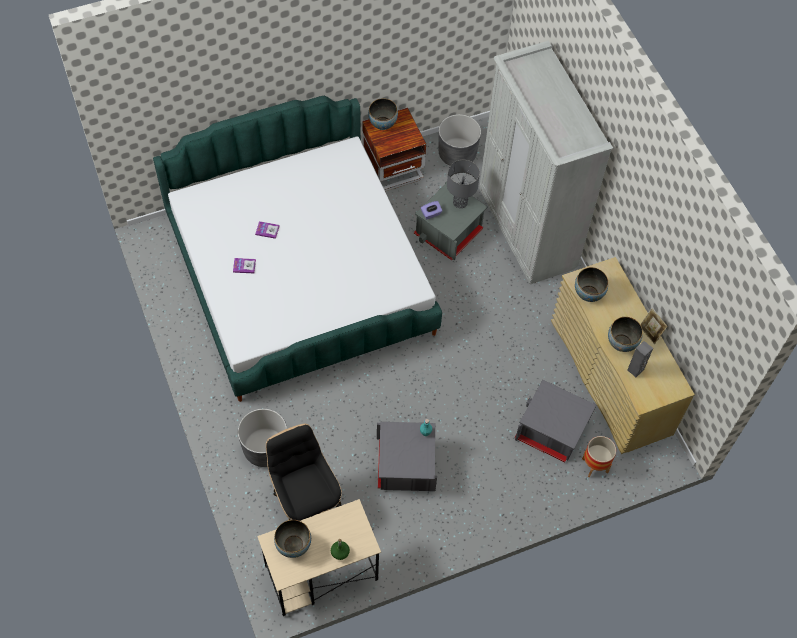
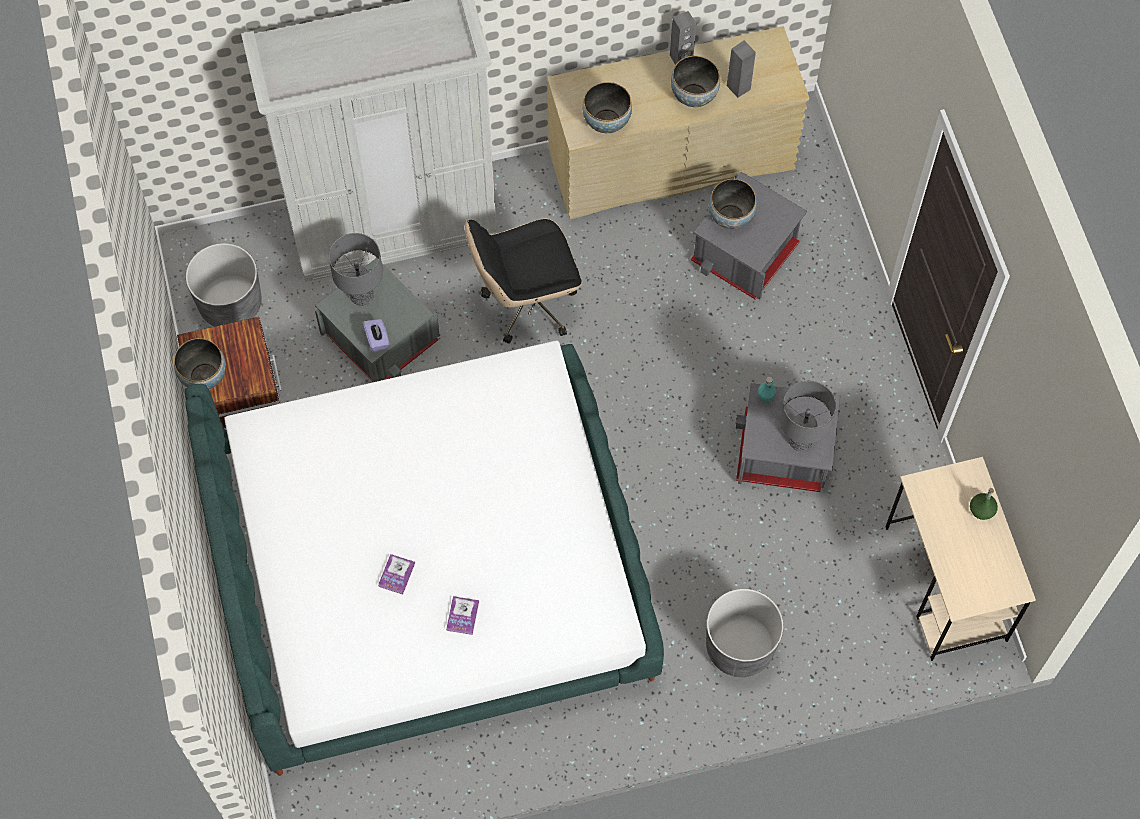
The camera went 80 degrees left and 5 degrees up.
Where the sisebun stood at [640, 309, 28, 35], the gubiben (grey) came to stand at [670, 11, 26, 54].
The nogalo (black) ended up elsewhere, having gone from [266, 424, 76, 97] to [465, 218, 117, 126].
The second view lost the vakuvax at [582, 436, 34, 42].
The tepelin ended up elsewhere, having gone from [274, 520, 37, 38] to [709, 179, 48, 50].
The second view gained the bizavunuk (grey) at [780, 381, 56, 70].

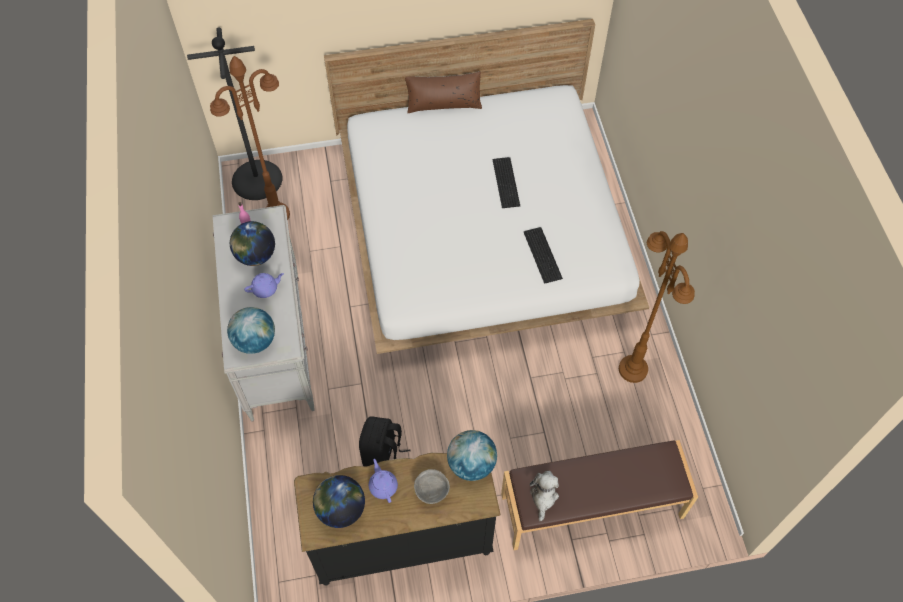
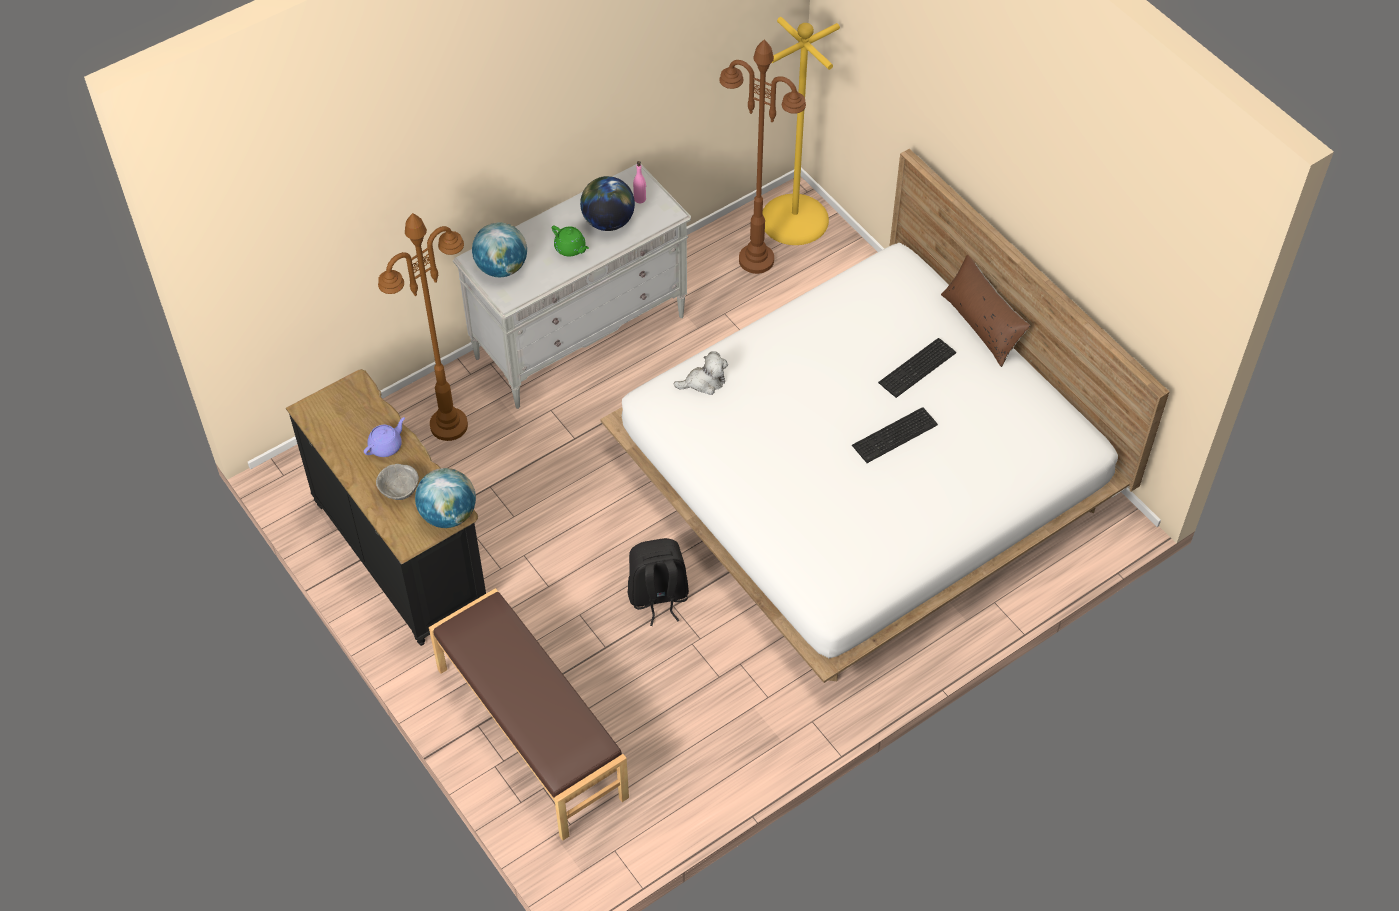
The camera went 65 degrees right and 5 degrees down.
What was the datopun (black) at [187, 27, 95, 173] turned into the datopun (yellow) at [763, 17, 77, 228].
The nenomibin ended up elsewhere, having gone from [524, 227, 39, 57] to [878, 338, 78, 60].
The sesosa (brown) ended up elsewhere, having gone from [619, 231, 76, 152] to [378, 213, 90, 228].
What was the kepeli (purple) at [244, 273, 40, 25] turned into the kepeli (green) at [552, 225, 37, 32].
The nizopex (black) ended up elsewhere, having gone from [359, 416, 51, 51] to [628, 538, 61, 88].
The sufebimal ended up elsewhere, having gone from [530, 471, 29, 50] to [673, 351, 55, 44].
The second view lost the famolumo at [313, 475, 52, 53].

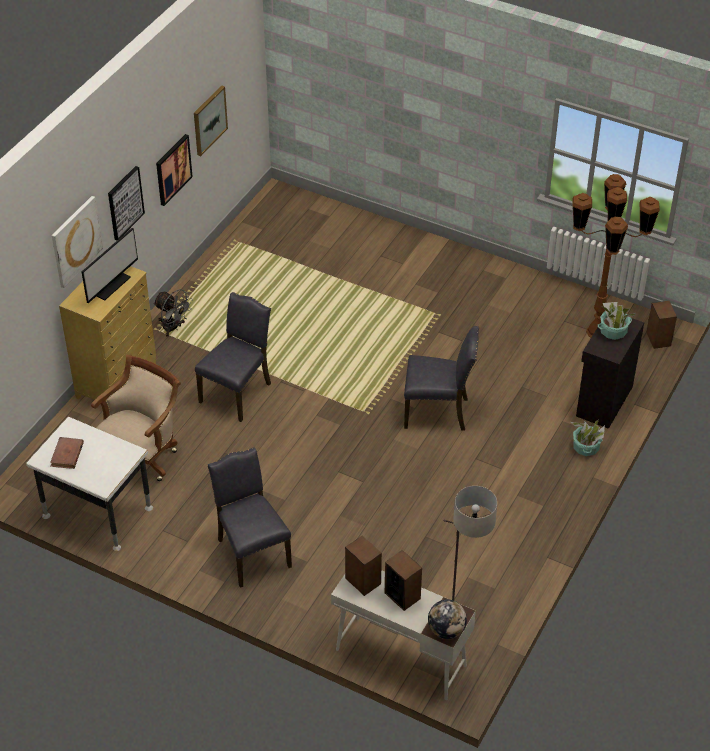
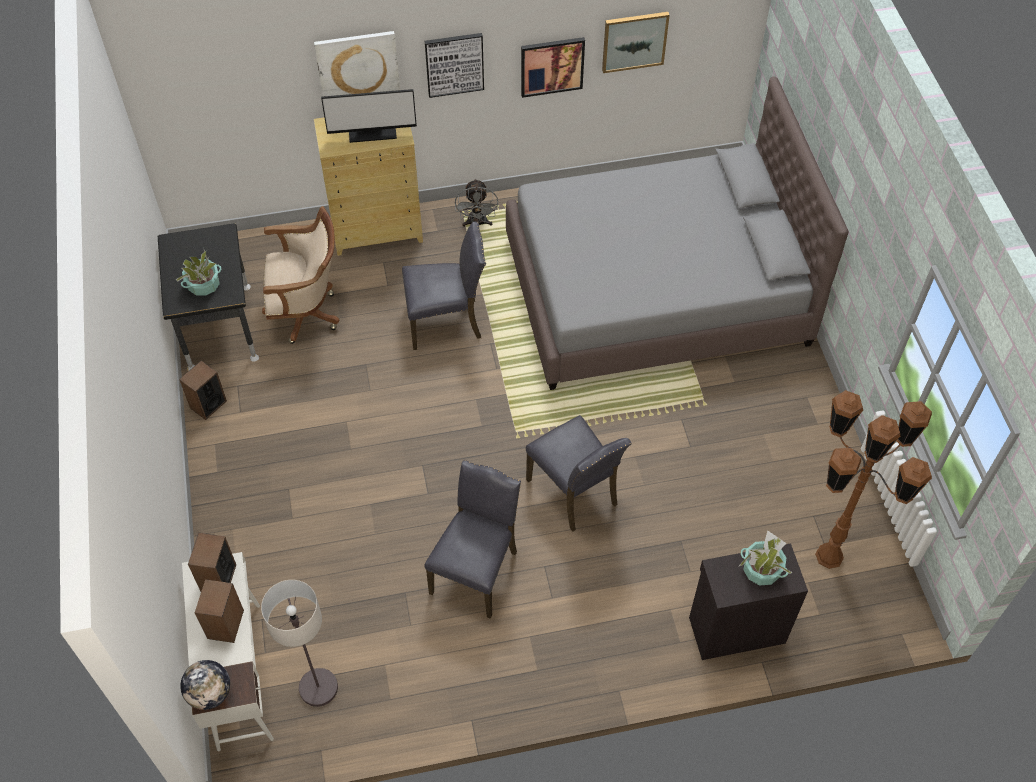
The camera went 50 degrees right and 10 degrees up.
The gubiben ended up elsewhere, having gone from [646, 301, 31, 48] to [179, 361, 48, 59].
What was the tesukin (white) at [26, 417, 127, 134] turned into the tesukin (black) at [158, 223, 101, 148].
The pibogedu ended up elsewhere, having gone from [571, 419, 34, 37] to [175, 250, 46, 46].
The second view lost the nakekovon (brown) at [50, 437, 34, 32].
The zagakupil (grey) ended up elsewhere, having gone from [208, 447, 84, 141] to [425, 460, 96, 159].
The second view gained the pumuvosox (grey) at [506, 76, 342, 314].

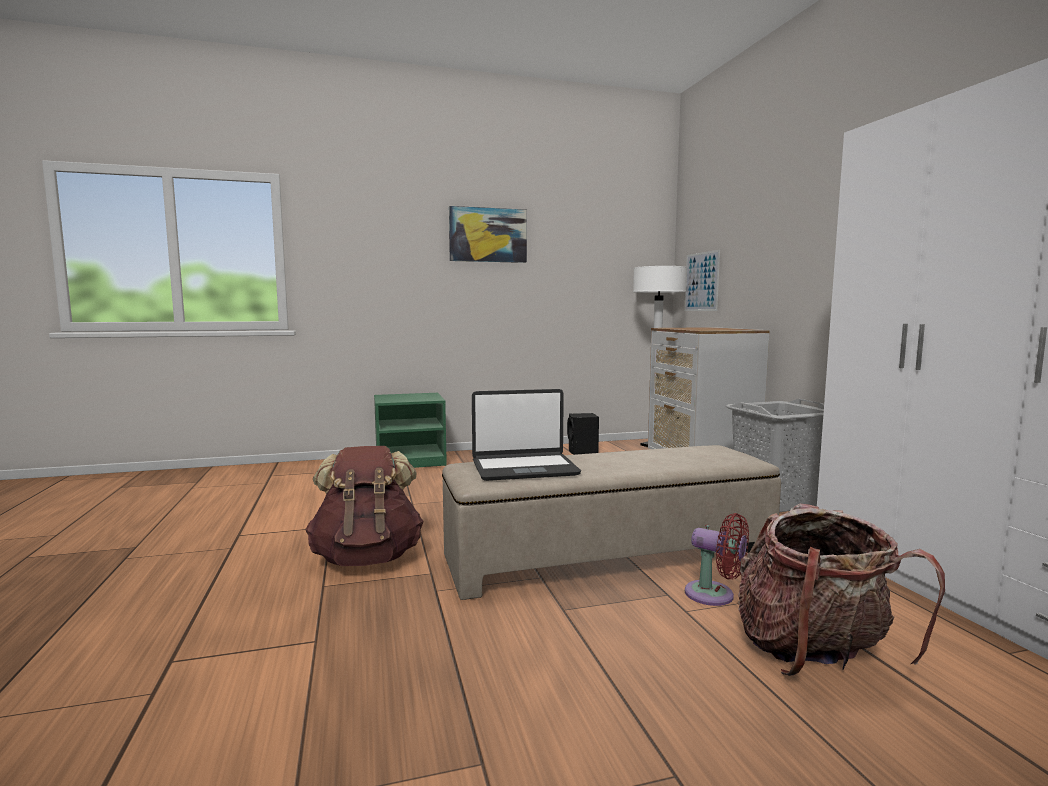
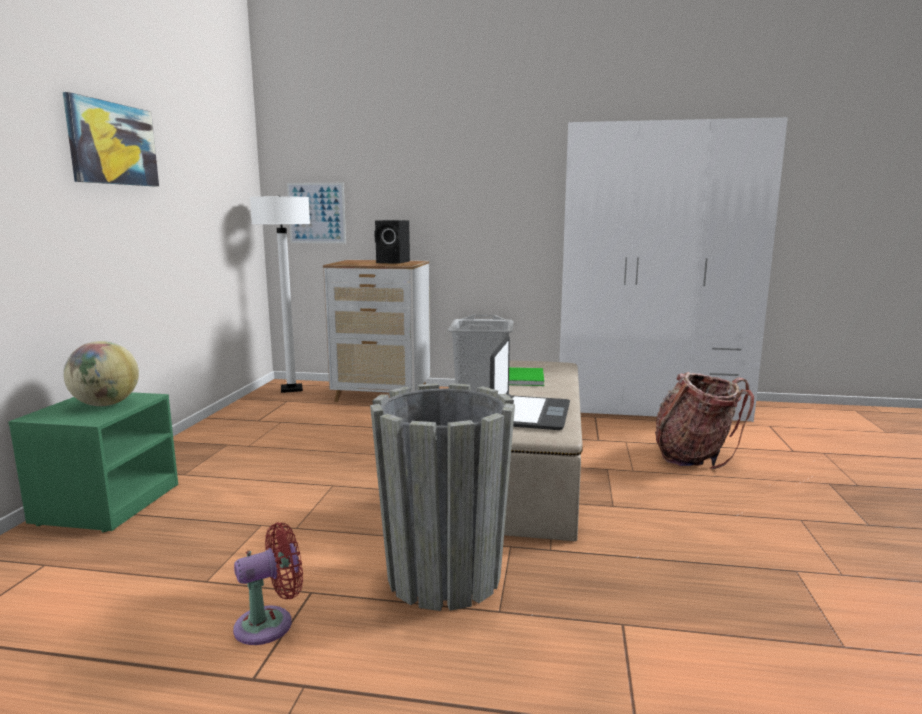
The camera went 65 degrees left and 5 degrees up.
The gubiben (black) ended up elsewhere, having gone from [567, 413, 32, 42] to [374, 220, 36, 44].
Where the nizopex (brown) stood at [305, 446, 118, 120], the vakuvax (grey) came to stand at [370, 383, 145, 228].
The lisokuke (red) ended up elsewhere, having gone from [685, 513, 64, 93] to [233, 522, 70, 123].
The second view gained the famolumo at [63, 341, 76, 65].
The second view gained the nakekovon (green) at [509, 367, 35, 19].

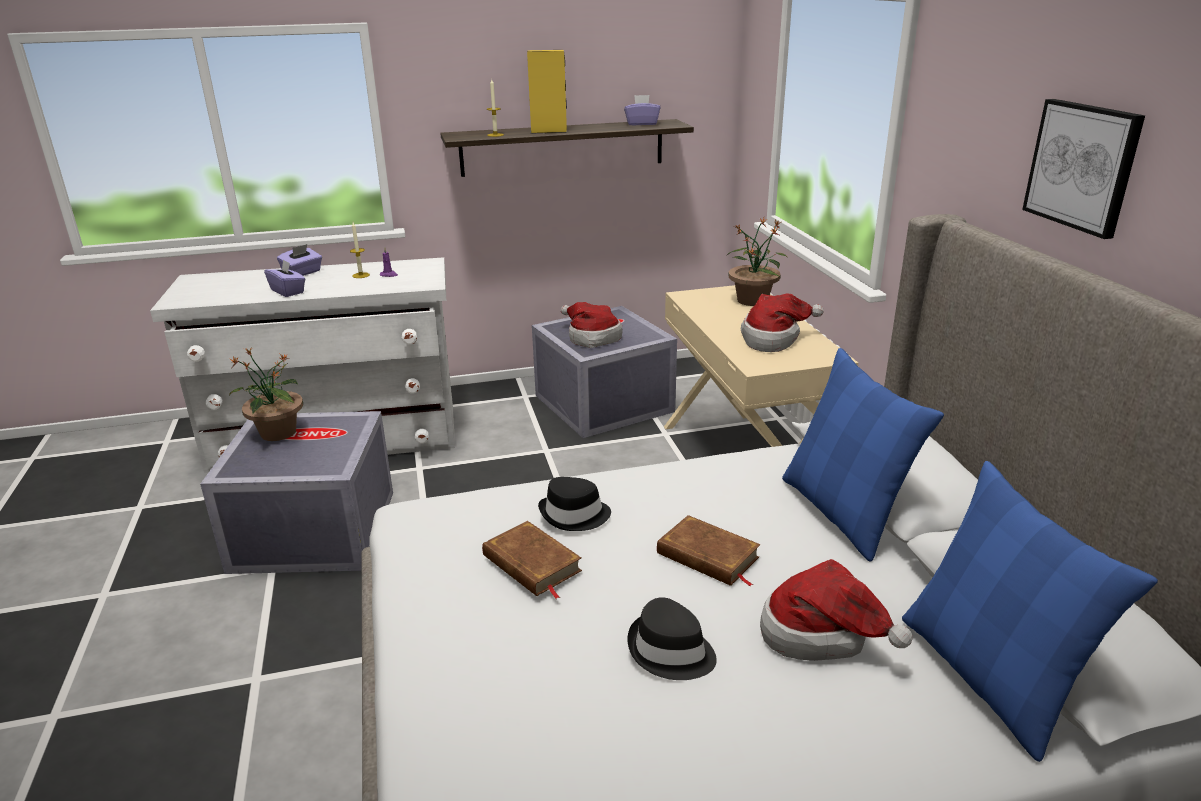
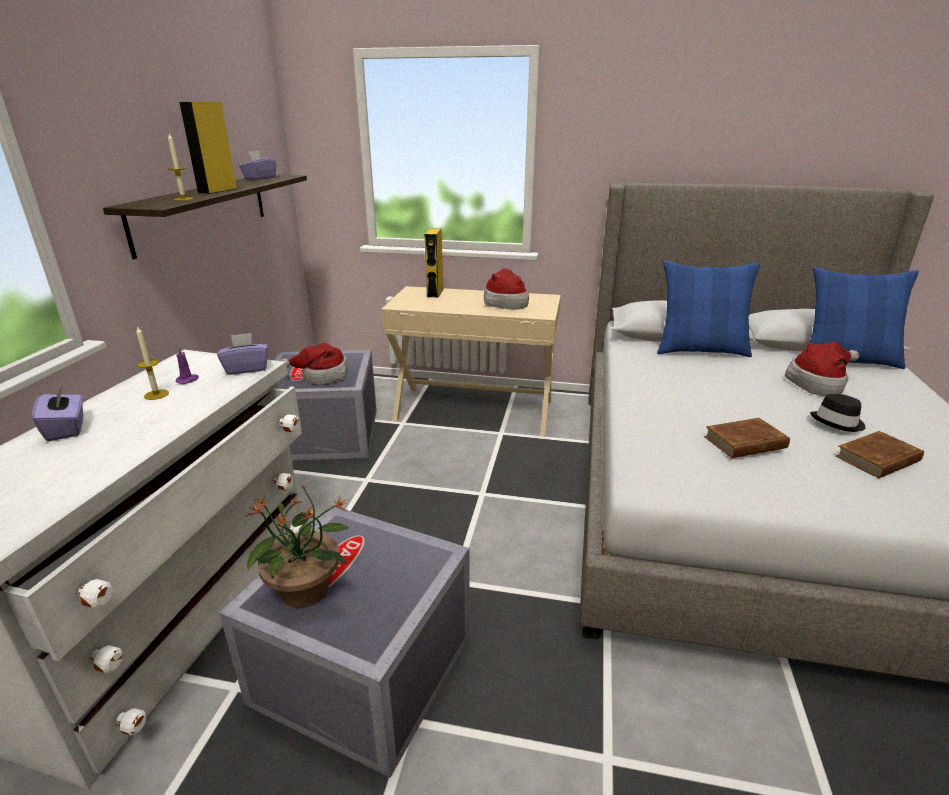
The camera went 65 degrees left and 0 degrees up.
The second view lost the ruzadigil at [1022, 99, 123, 140].
Where the pibogedu stood at [727, 218, 61, 88], the gubiben (yellow) came to stand at [425, 228, 18, 70].
The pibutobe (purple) ended up elsewhere, having gone from [264, 259, 41, 38] to [217, 333, 51, 42].
The second view lost the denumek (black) at [538, 477, 73, 54].
The nakekovon (brown) ended up elsewhere, having gone from [657, 515, 103, 71] to [835, 431, 89, 47].

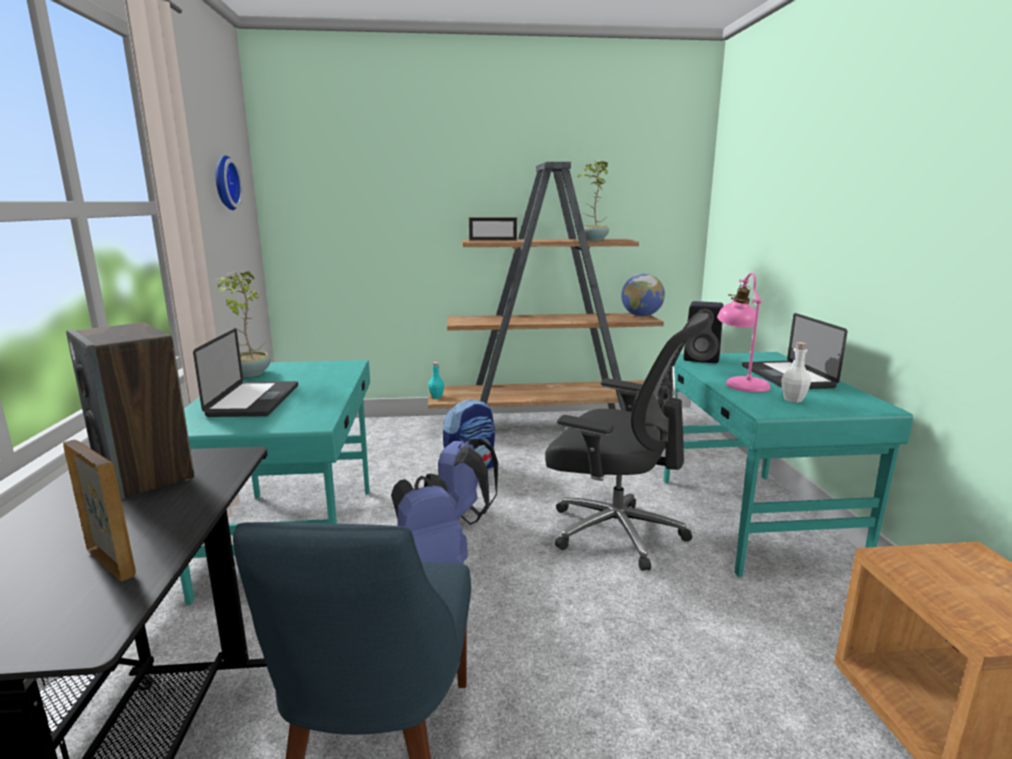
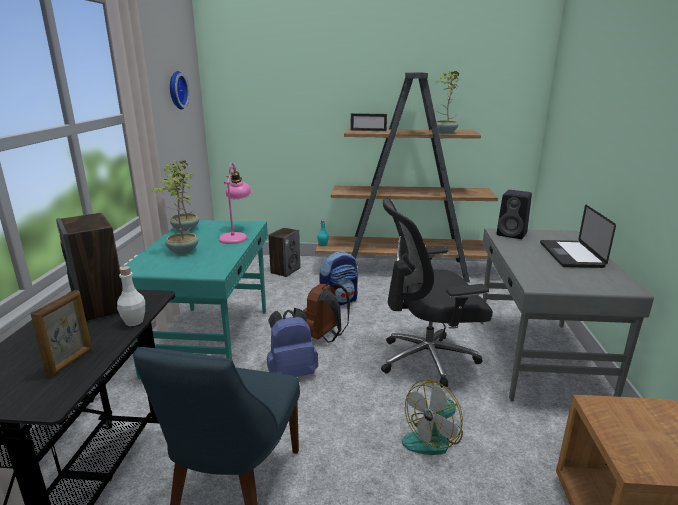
The camera went 10 degrees right and 5 degrees up.
The bizavunuk (pink) ended up elsewhere, having gone from [717, 273, 54, 119] to [219, 163, 33, 81].
The second view lost the famolumo at [621, 274, 44, 43].
The nogalo at [545, 312, 165, 259] ended up facing another way, 135 degrees clockwise from before.
Where the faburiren stood at [193, 328, 105, 89], the pibogedu came to stand at [151, 173, 47, 81].
The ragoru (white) ended up elsewhere, having gone from [781, 342, 30, 61] to [117, 266, 28, 60].
What was the tesukin (turquoise) at [664, 352, 249, 225] turned into the tesukin (grey) at [480, 228, 174, 174].
What was the nizopex (blue) at [438, 438, 60, 87] turned into the nizopex (brown) at [303, 283, 47, 60].
The sisebun at [63, 439, 73, 143] ended up facing another way, 60 degrees clockwise from before.
The second view gained the gubiben at [268, 228, 32, 49].
The second view gained the lisokuke at [402, 380, 61, 75].

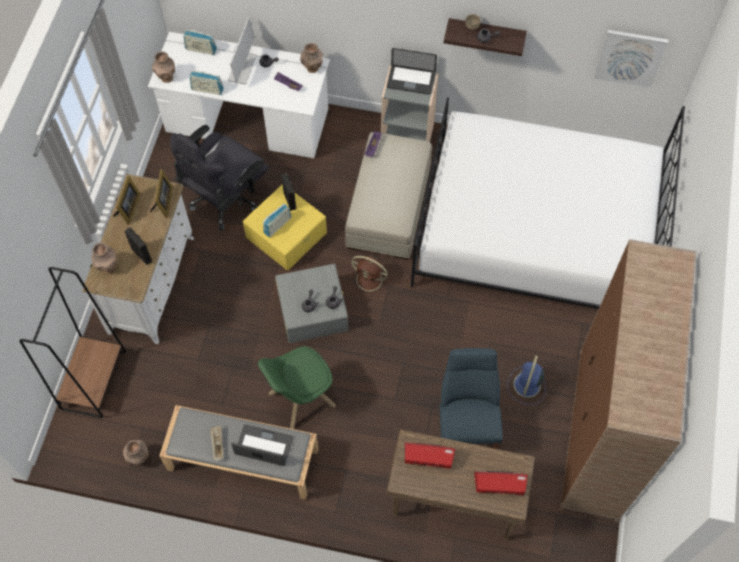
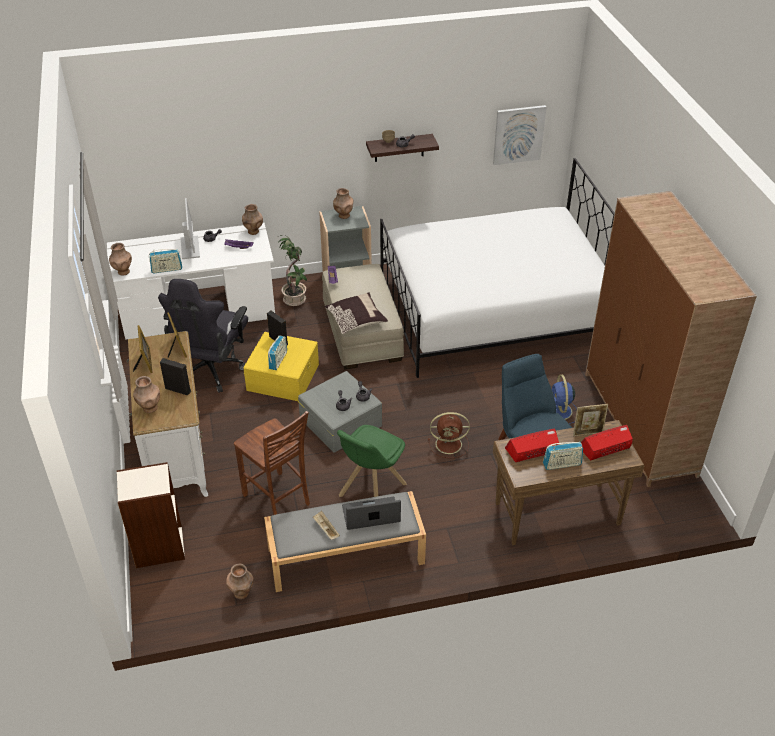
The camera went 25 degrees left and 20 degrees down.
The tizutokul ended up elsewhere, having gone from [184, 30, 33, 25] to [543, 442, 40, 28].
Where the faburiren stood at [387, 48, 50, 47], the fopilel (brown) came to stand at [333, 188, 21, 31].
The lisokuke (brown) ended up elsewhere, having gone from [351, 255, 38, 42] to [428, 412, 42, 46].
Where the datopun stood at [19, 267, 107, 151], the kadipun came to stand at [117, 462, 68, 106].
The second view gained the pibogedu at [279, 235, 28, 71].
The second view gained the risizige at [325, 292, 63, 42].
The second view gained the sisebun at [573, 404, 35, 32].
The second view gained the zagakupil (brown) at [234, 411, 76, 104].

